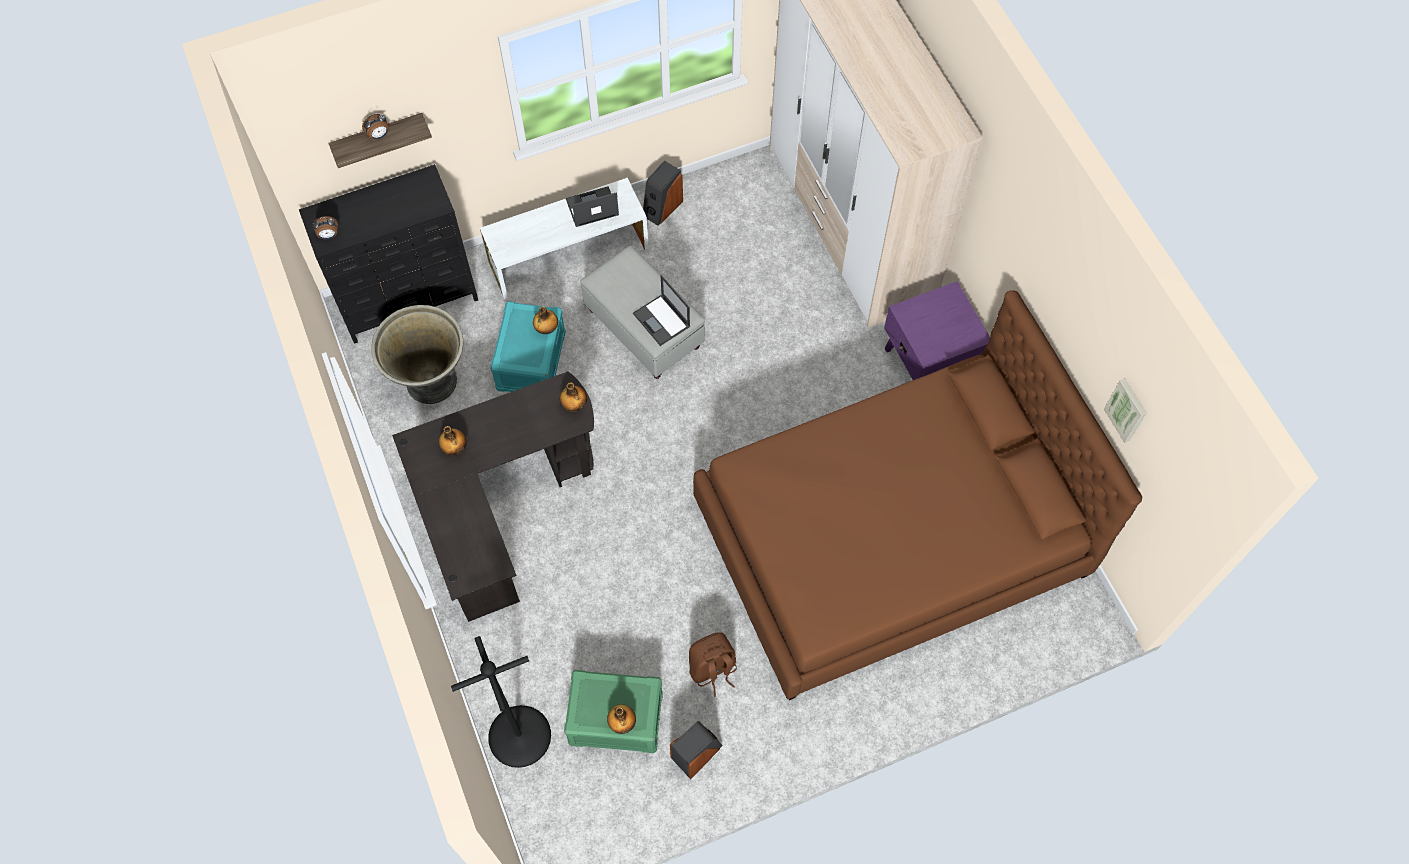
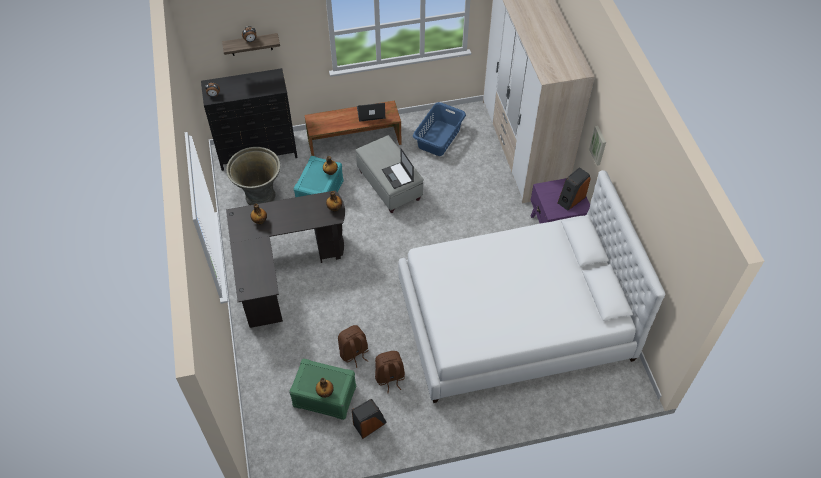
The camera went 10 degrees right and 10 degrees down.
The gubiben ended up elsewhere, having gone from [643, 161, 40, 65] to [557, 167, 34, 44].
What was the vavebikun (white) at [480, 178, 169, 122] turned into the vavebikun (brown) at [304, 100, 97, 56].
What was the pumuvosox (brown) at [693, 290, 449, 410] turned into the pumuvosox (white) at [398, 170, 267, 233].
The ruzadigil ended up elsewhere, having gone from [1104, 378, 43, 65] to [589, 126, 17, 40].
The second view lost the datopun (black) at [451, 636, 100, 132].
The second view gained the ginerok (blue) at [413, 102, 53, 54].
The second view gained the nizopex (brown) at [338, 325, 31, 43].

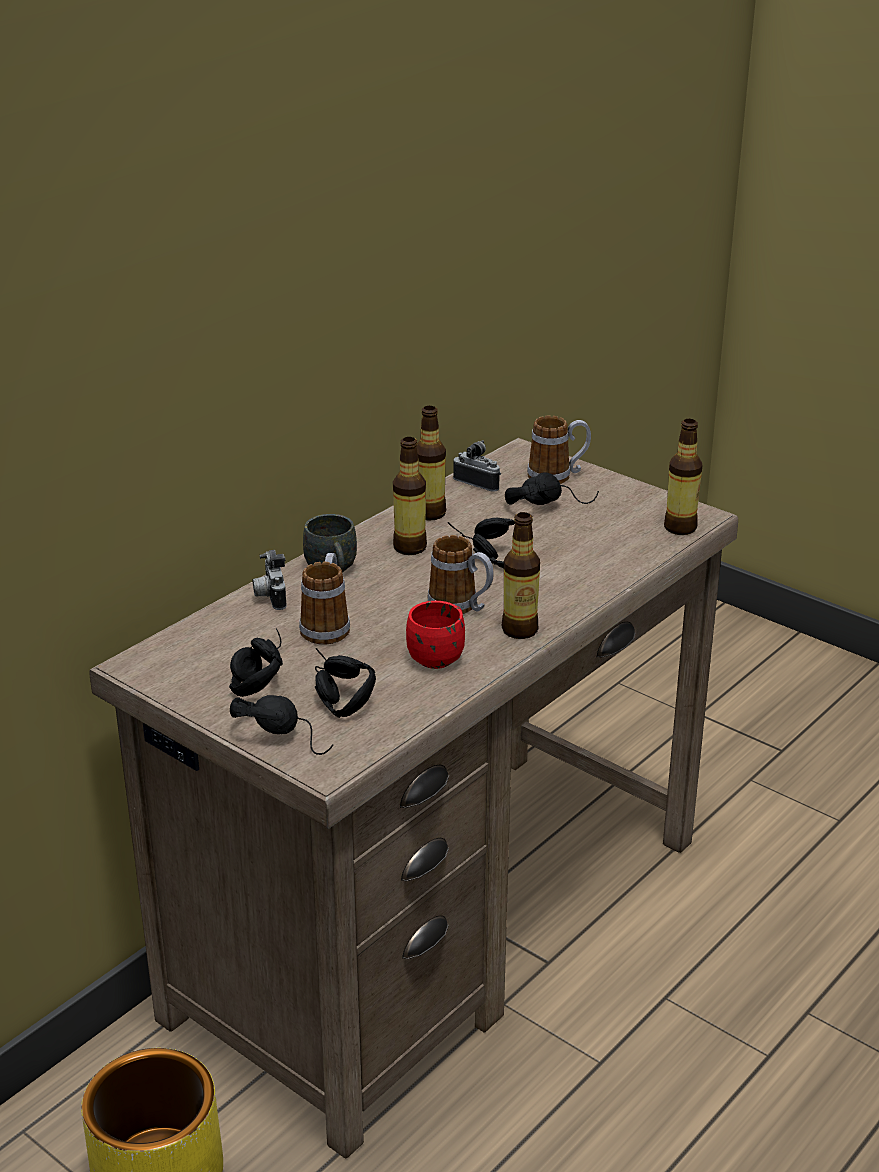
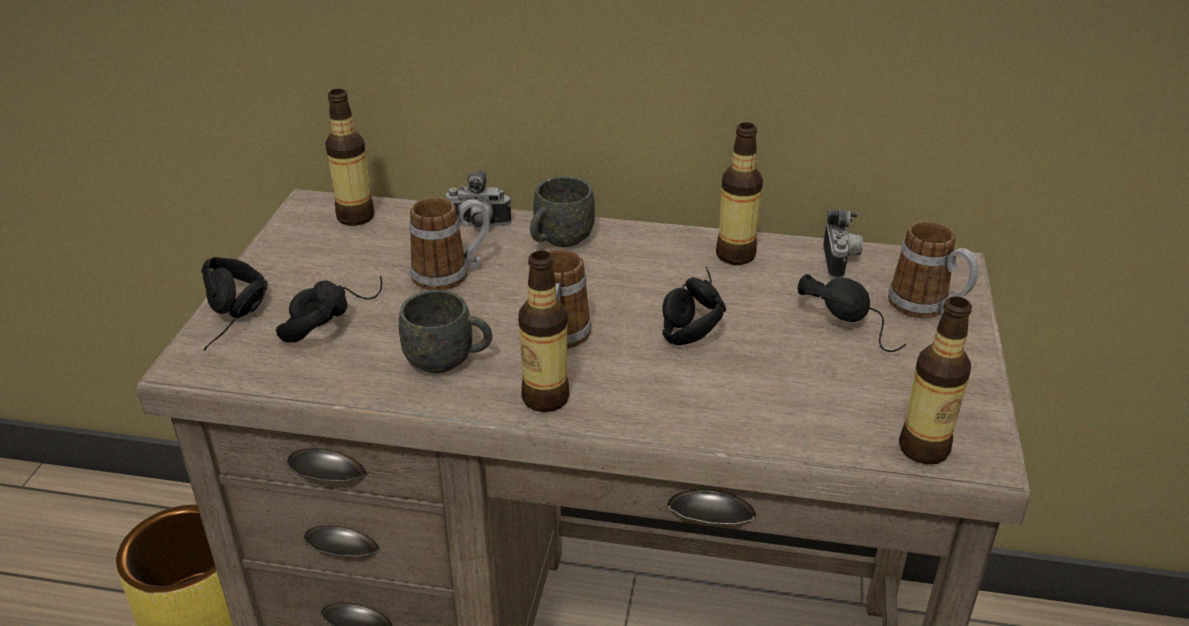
The camera went 60 degrees right and 5 degrees up.
The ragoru ended up elsewhere, having gone from [393, 437, 34, 118] to [325, 89, 49, 137].
The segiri at [253, 550, 34, 60] ended up facing another way, 135 degrees counterclockwise from before.
What was the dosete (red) at [406, 601, 59, 68] turned into the dosete (grey) at [399, 290, 93, 83].
The second view lost the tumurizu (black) at [229, 628, 54, 69].

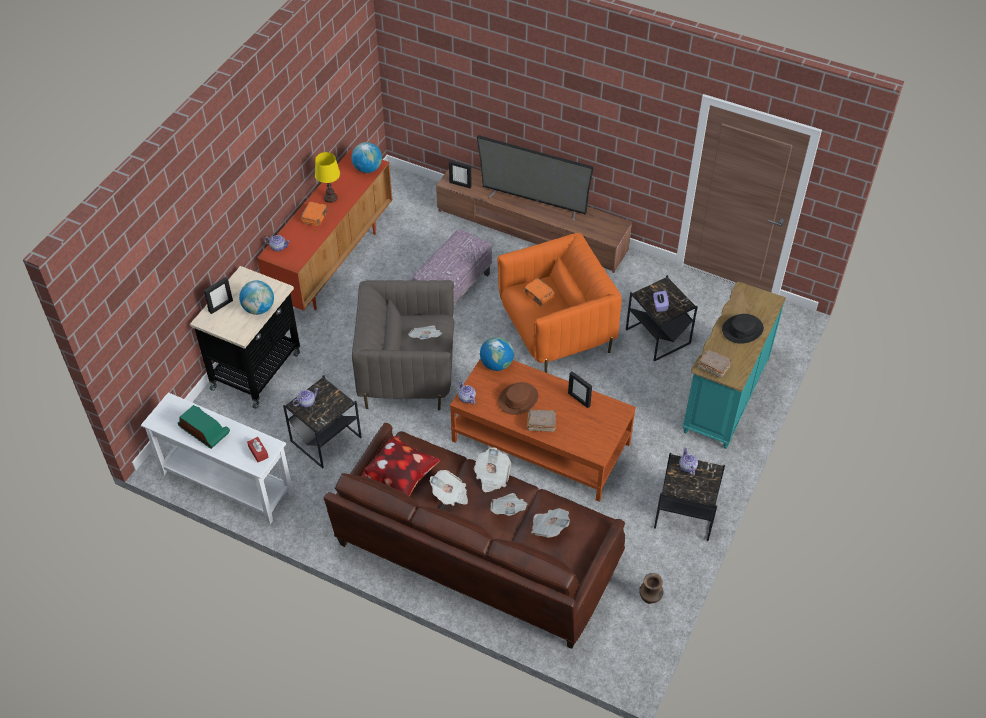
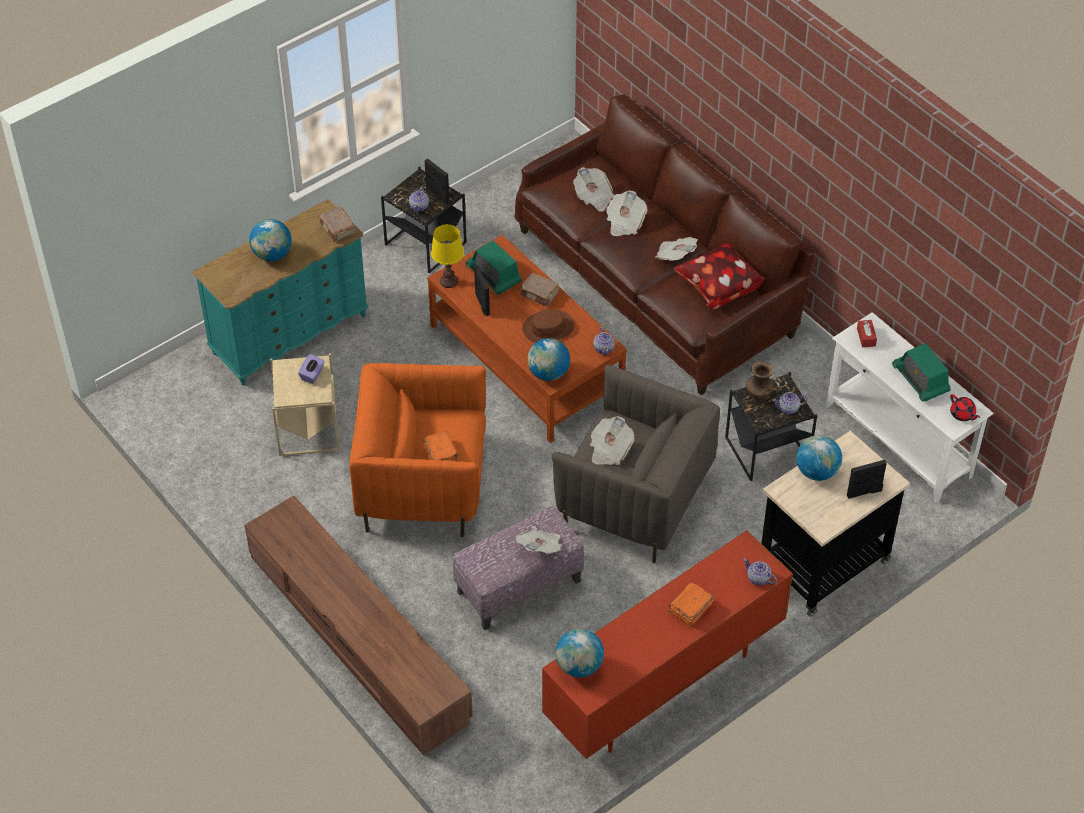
The camera went 155 degrees left and 0 degrees up.
The second view lost the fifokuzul at [477, 135, 117, 86].
The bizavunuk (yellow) ended up elsewhere, having gone from [315, 152, 25, 51] to [431, 224, 33, 64].
The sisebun ended up elsewhere, having gone from [449, 160, 23, 28] to [425, 158, 24, 46].
What was the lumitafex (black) at [626, 275, 72, 87] turned into the lumitafex (beige) at [270, 353, 70, 103].
Where the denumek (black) stood at [722, 314, 42, 30], the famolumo came to stand at [249, 219, 43, 42].
The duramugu ended up elsewhere, having gone from [474, 448, 37, 44] to [516, 529, 46, 25].
The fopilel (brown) ended up elsewhere, having gone from [639, 573, 24, 31] to [746, 361, 28, 42].
The second view gained the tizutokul at [466, 241, 56, 53].
The second view gained the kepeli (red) at [950, 394, 30, 27].

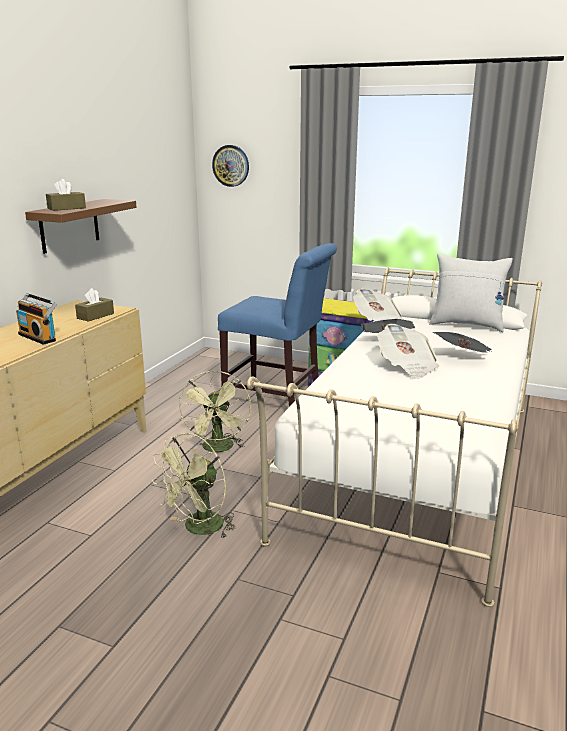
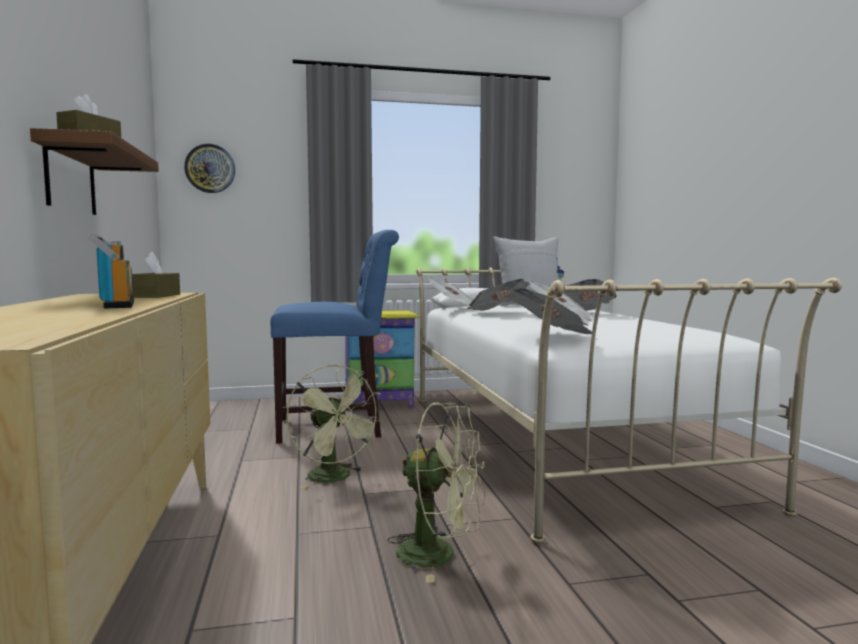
The camera went 35 degrees left and 15 degrees down.
The tizutokul at [16, 293, 41, 52] ended up facing another way, 120 degrees counterclockwise from before.
The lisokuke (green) at [152, 433, 83, 106] ended up facing another way, 75 degrees counterclockwise from before.
The second view gained the duramugu at [508, 288, 84, 46].

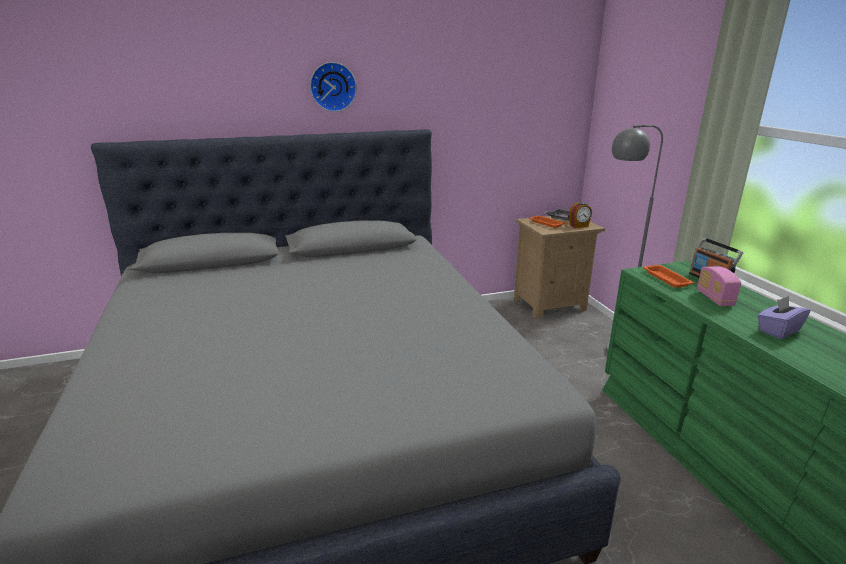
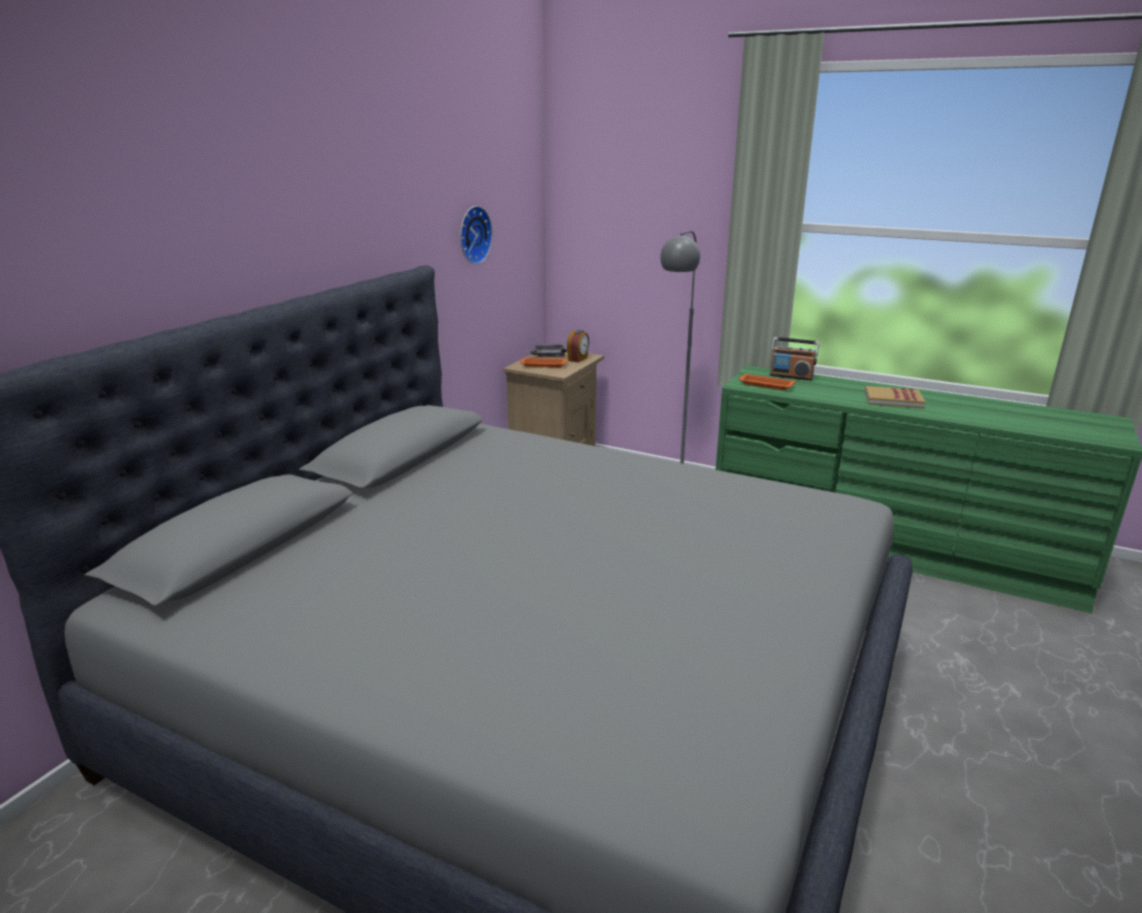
The camera went 45 degrees left and 0 degrees up.
The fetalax ended up elsewhere, having gone from [310, 62, 47, 50] to [460, 206, 33, 58].
The second view lost the tizutokul at [697, 266, 44, 40].
Where the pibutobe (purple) stood at [758, 296, 52, 43], the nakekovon came to stand at [865, 386, 60, 23].

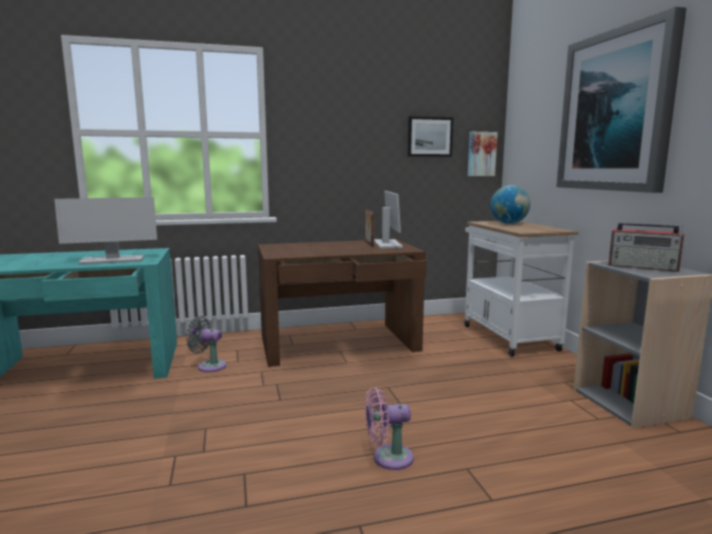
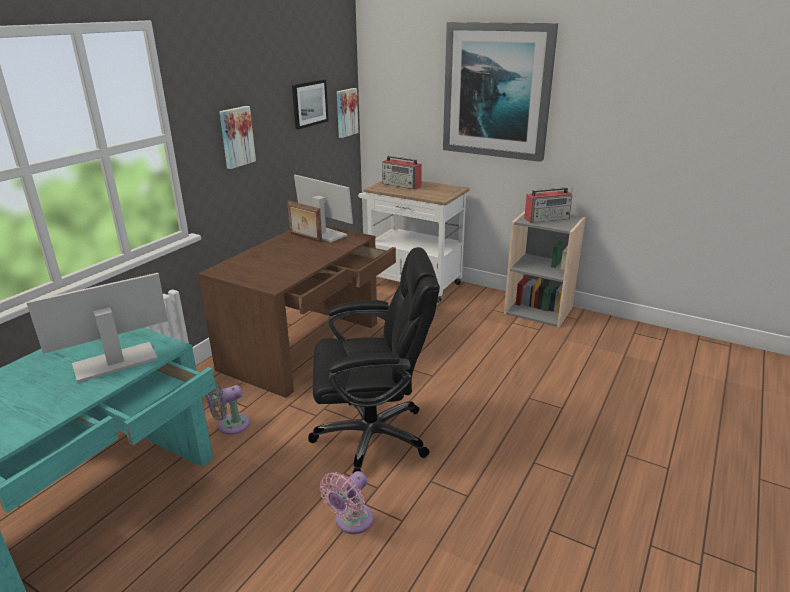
The camera went 45 degrees left and 15 degrees up.
Where the famolumo stood at [490, 185, 40, 39], the tizutokul came to stand at [382, 156, 40, 34].
The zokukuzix at [54, 197, 103, 68] ended up facing another way, 150 degrees counterclockwise from before.
The lisokuke (pink) ended up elsewhere, having gone from [365, 388, 49, 82] to [320, 471, 54, 63].
The second view gained the ruzadigil at [219, 106, 37, 63].
The second view gained the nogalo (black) at [308, 247, 132, 227].

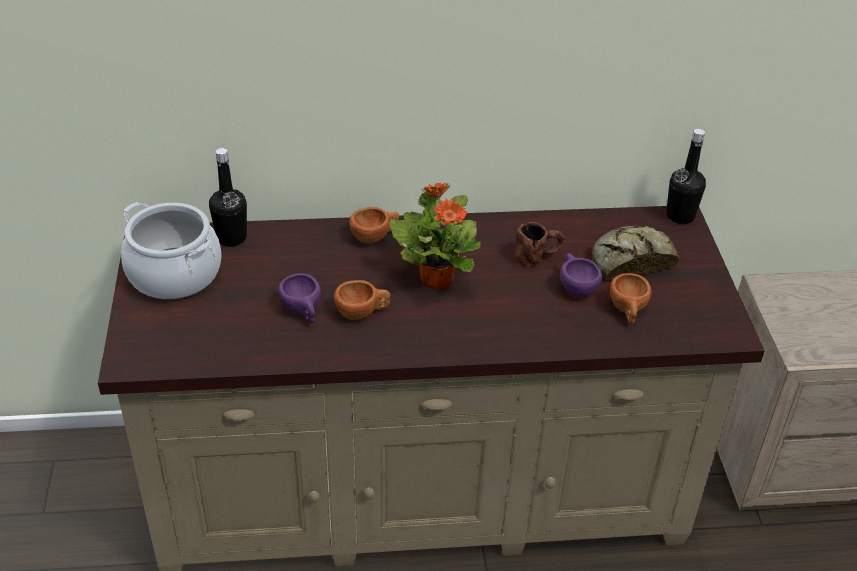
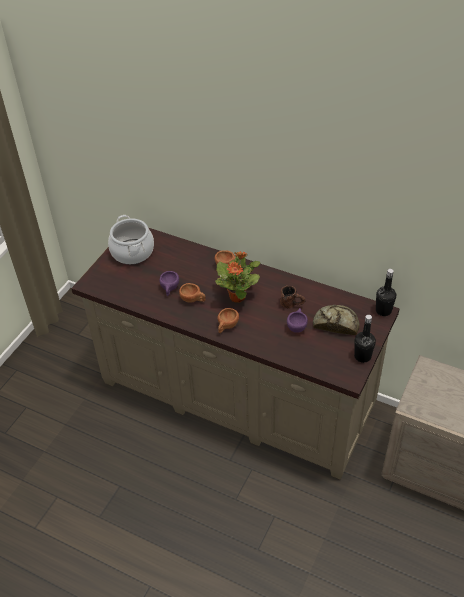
The camera went 35 degrees right and 5 degrees up.
The ragoru (black) ended up elsewhere, having gone from [209, 148, 38, 99] to [354, 315, 22, 48].
The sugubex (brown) ended up elsewhere, having gone from [610, 273, 41, 51] to [218, 308, 21, 25].

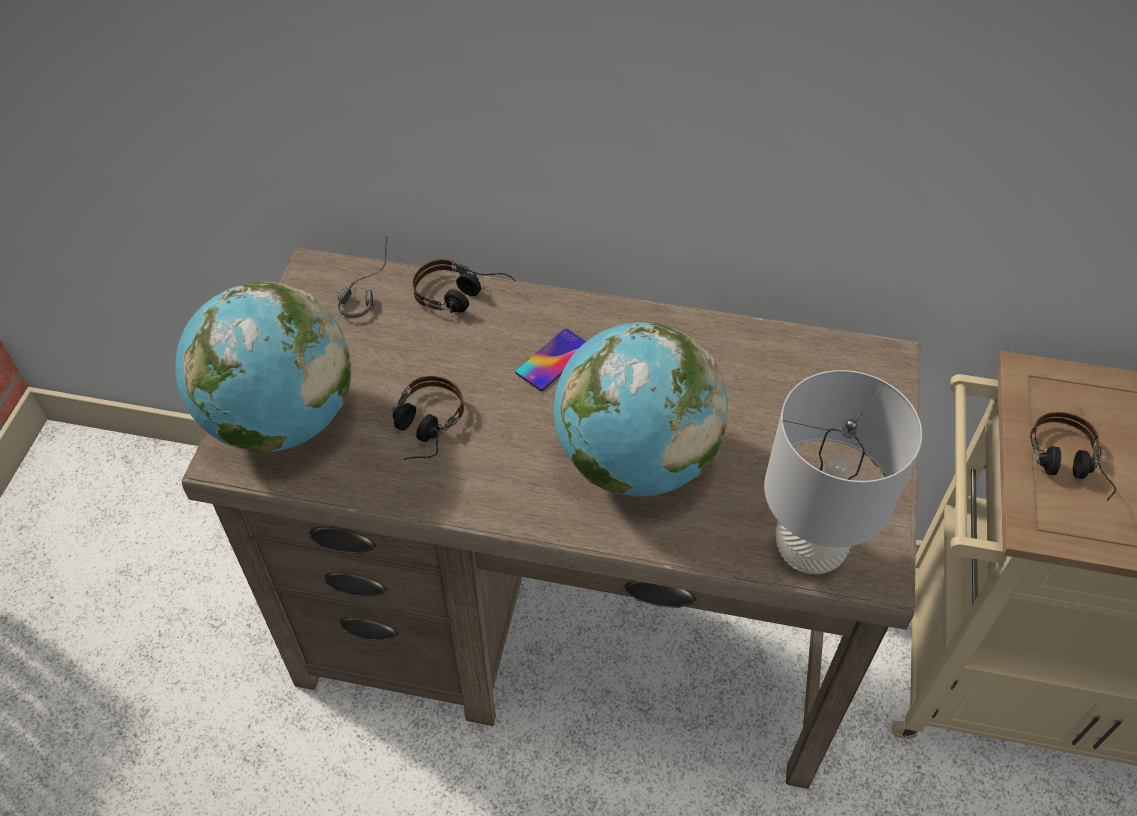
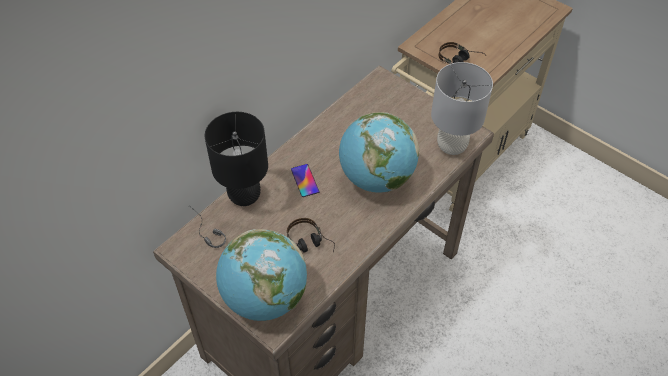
The camera went 60 degrees left and 0 degrees up.
Where the tumurizu stood at [412, 259, 104, 54], the bizavunuk (black) came to stand at [205, 112, 63, 94].

